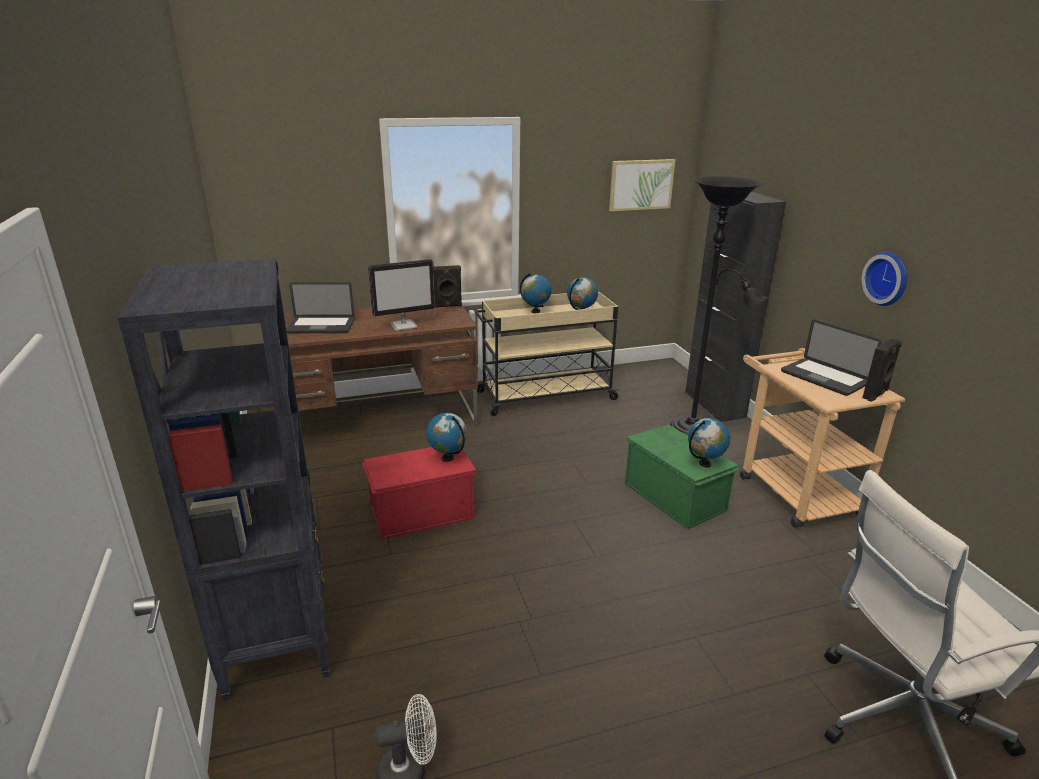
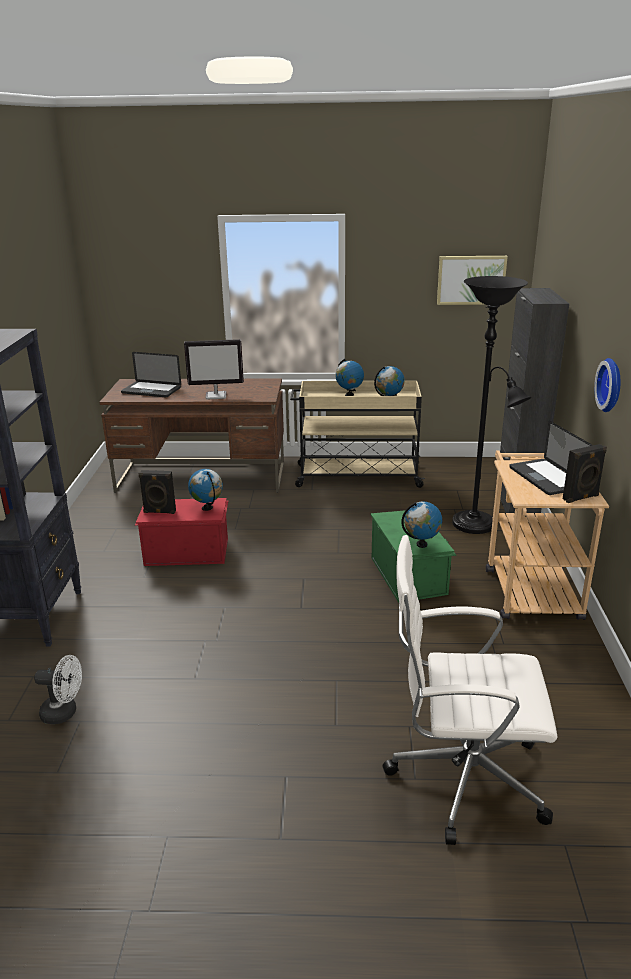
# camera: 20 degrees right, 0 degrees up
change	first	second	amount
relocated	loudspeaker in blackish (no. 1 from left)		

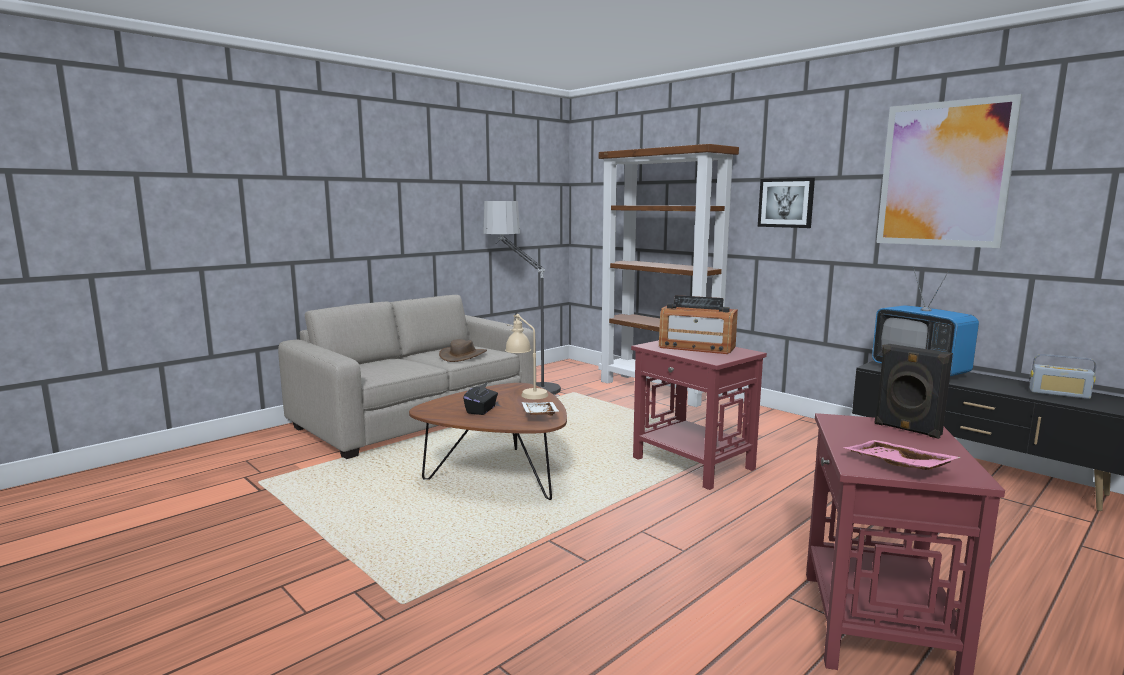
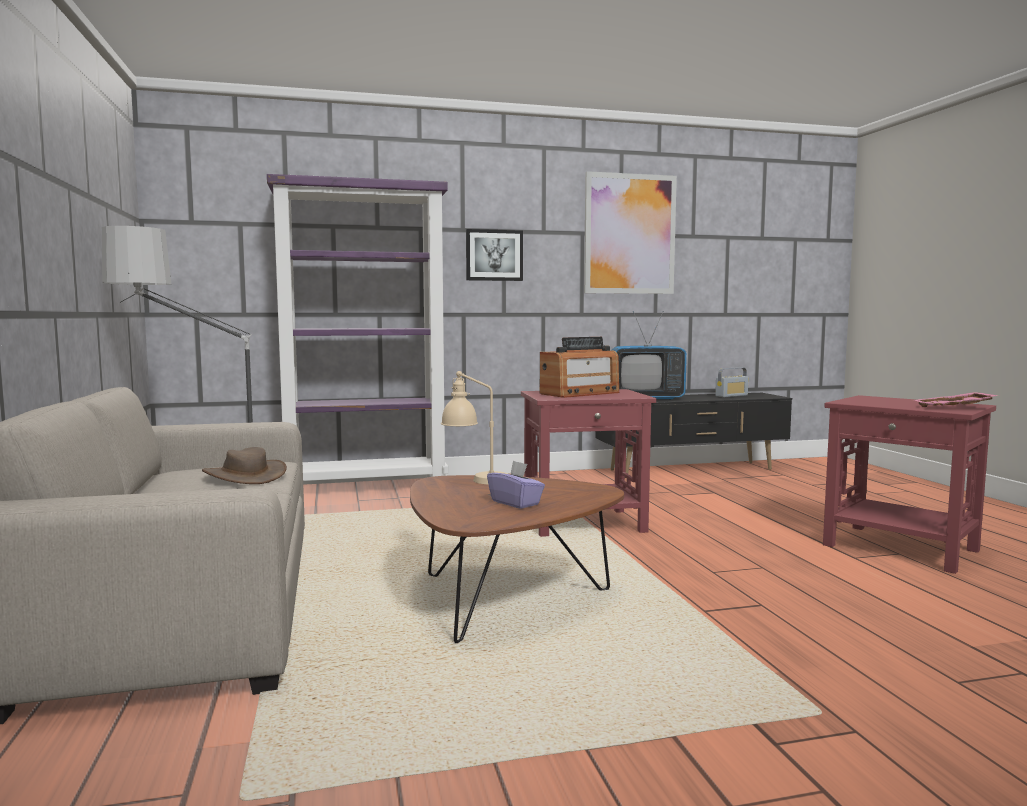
# camera: 60 degrees left, 5 degrees down
change	first	second	amount
missing	serving tray in white		
missing	loudspeaker in blackish		
colour	tissue box in blackish	tissue box in purple-coloured	
colour	bookcase in brown	bookcase in purple-coloured	

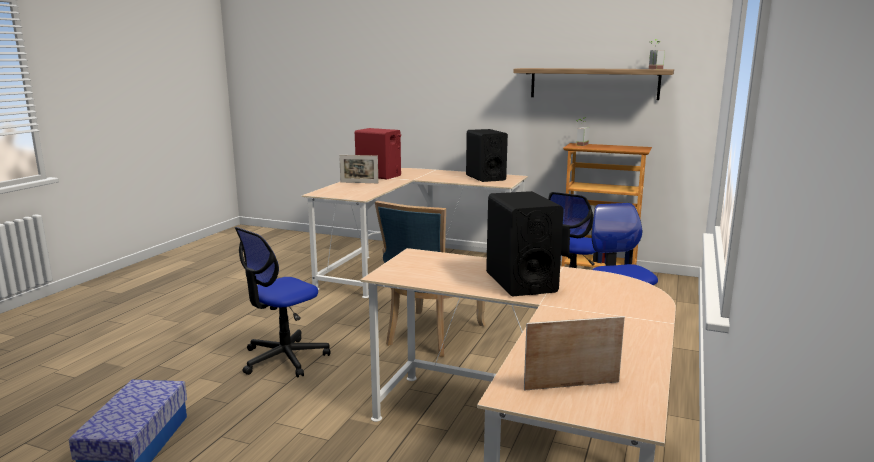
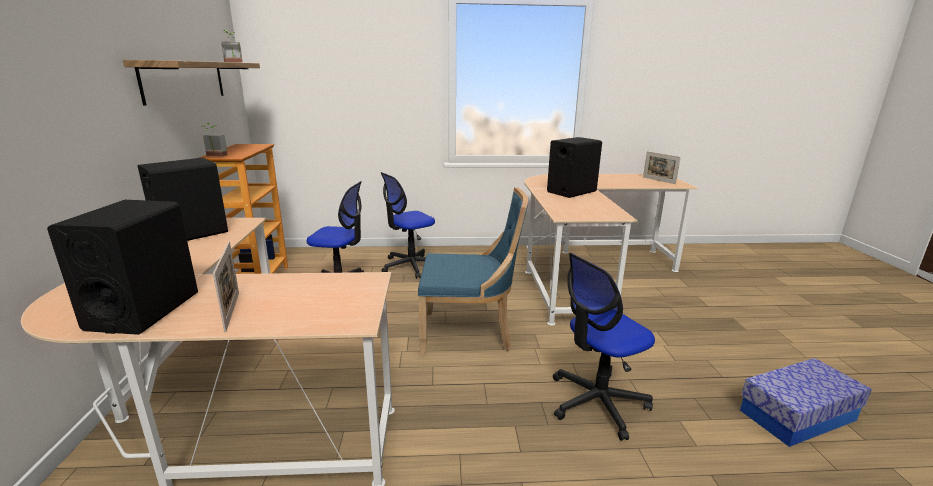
# camera: 115 degrees left, 5 degrees up
change	first	second	amount
colour	loudspeaker in red	loudspeaker in blackish (no. 1 from left)	
spun	desk chair (no. 1 from left in the first image)	desk chair (no. 3 from left)	135 degrees clockwise

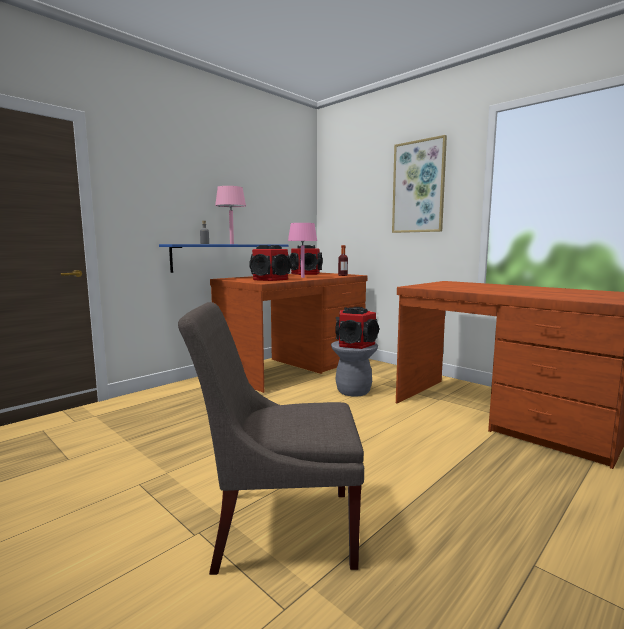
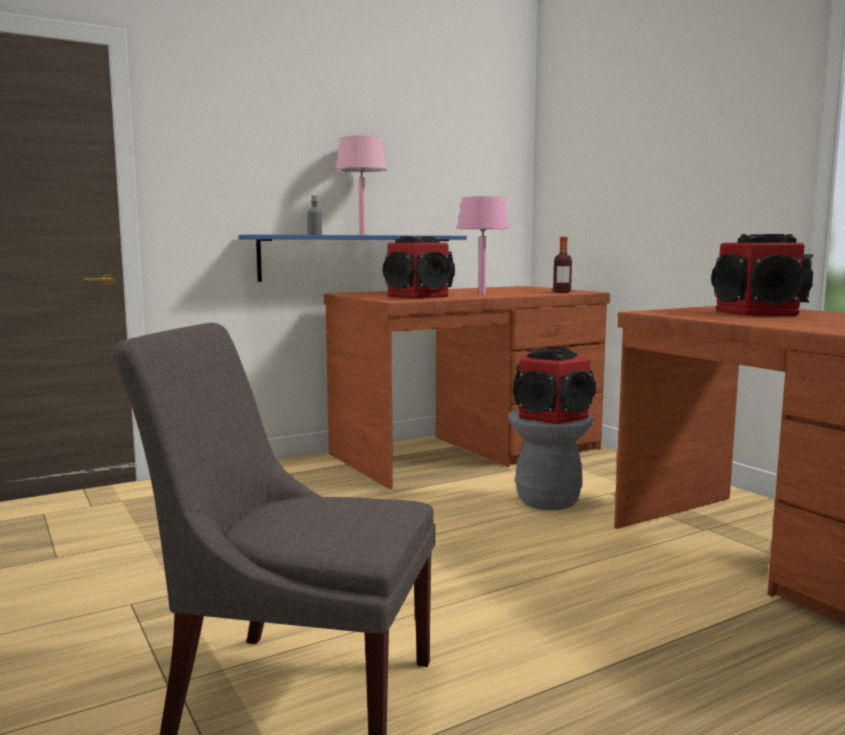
# camera: 15 degrees right, 0 degrees up
change	first	second	amount
missing	wall picture		
relocated	loudspeaker (no. 2 from left in the first image)	loudspeaker (no. 3 from left)	

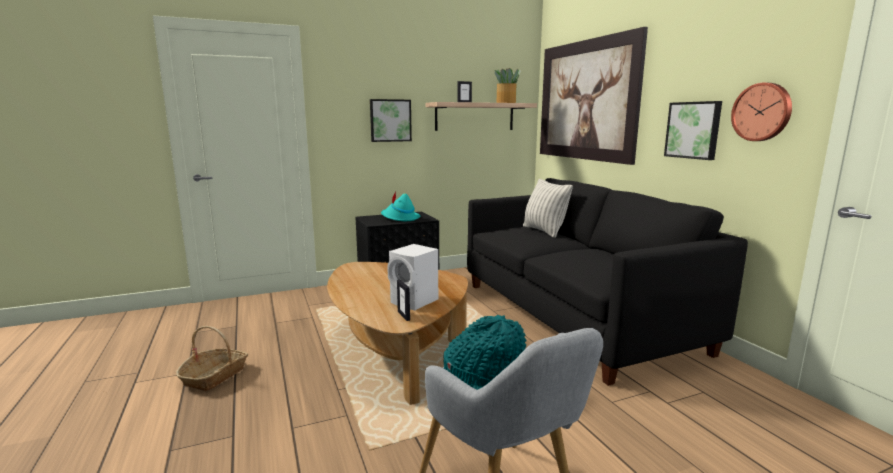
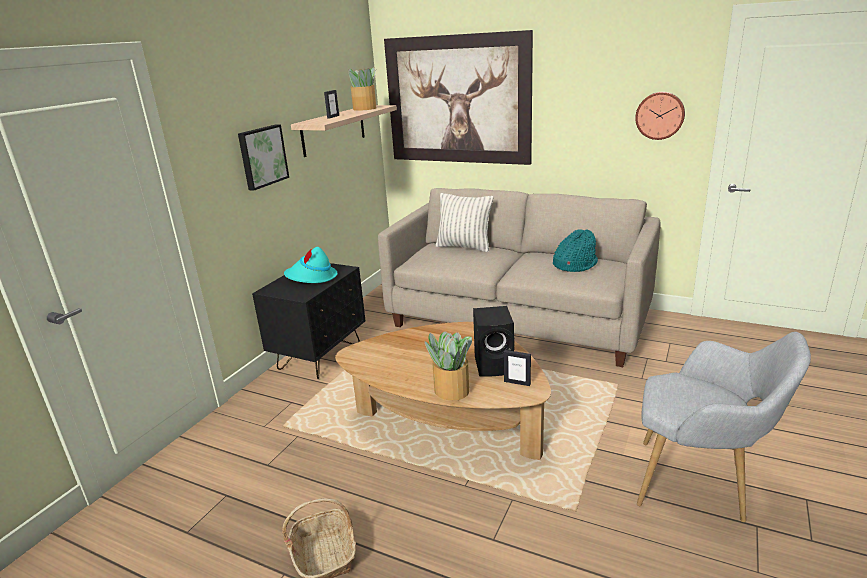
# camera: 40 degrees left, 10 degrees up
change	first	second	amount
missing	wall picture (no. 3 from left)		
appeared		potted plant (no. 2 from left)	
relocated	wearable hat in turquoise-coloured (no. 2 from left)		
colour	loudspeaker in white	loudspeaker in blackish	
colour	couch in blackish	couch in beige-coloured	

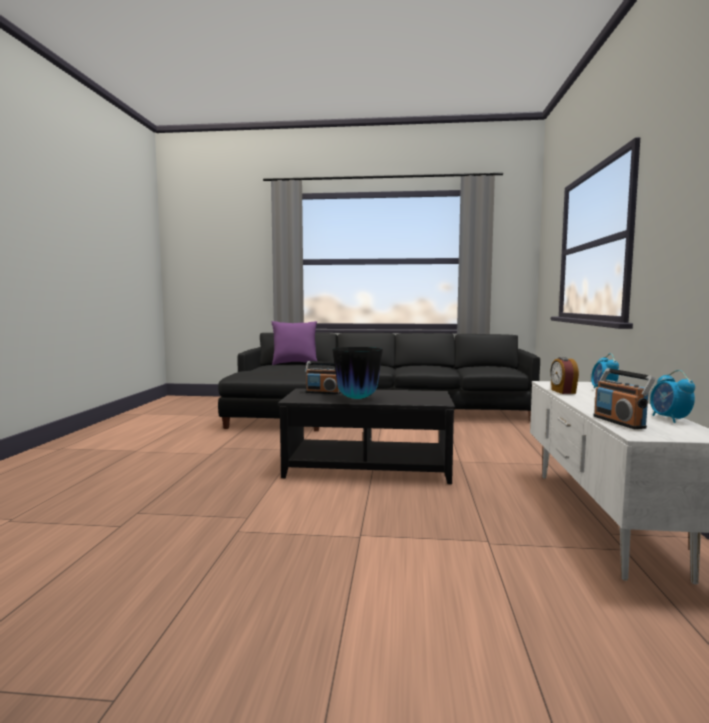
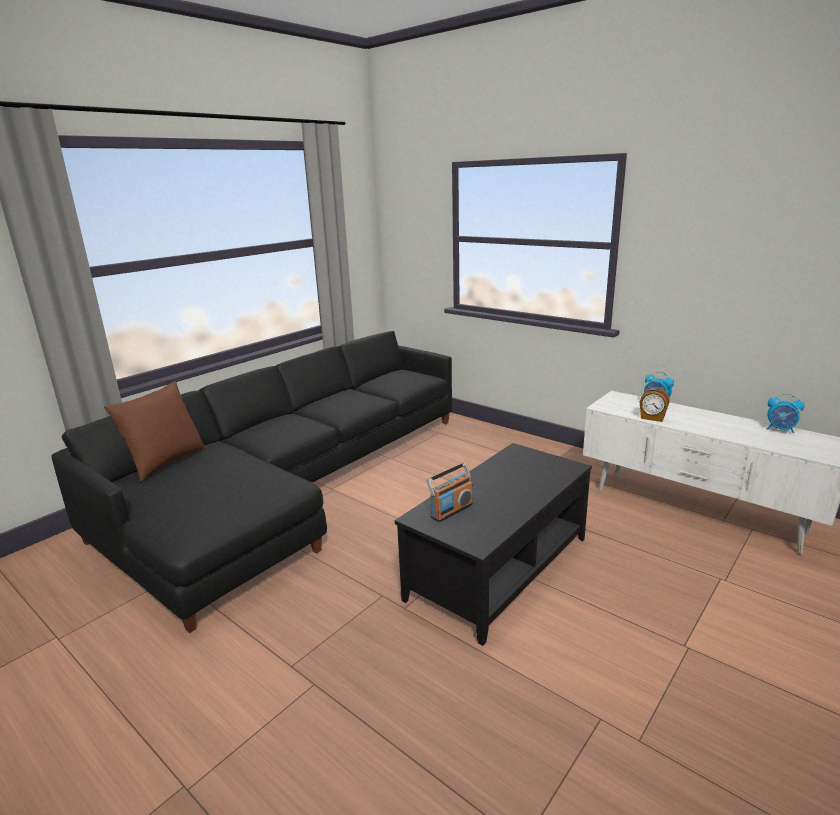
# camera: 55 degrees left, 15 degrees up
change	first	second	amount
missing	flower vase		
missing	radio receiver (no. 2 from left)		
colour	pillow in purple-coloured	pillow in brown	

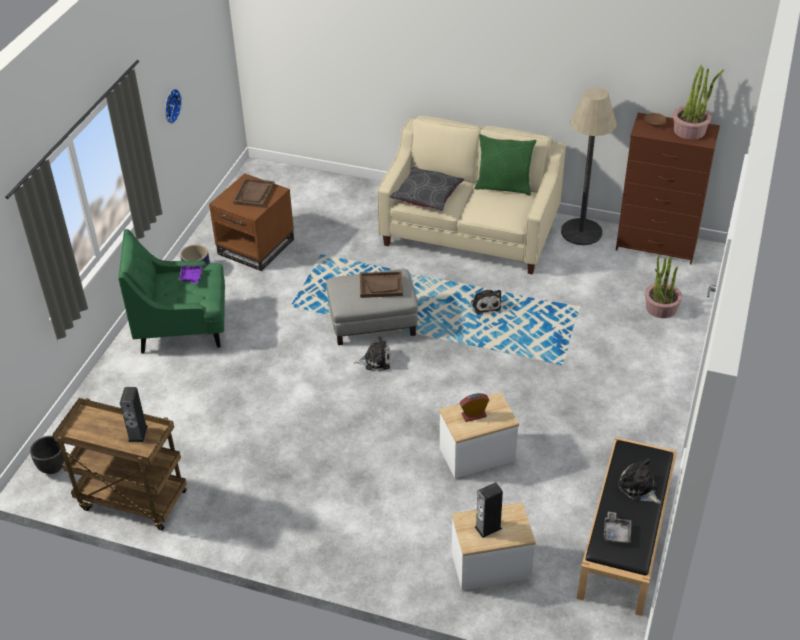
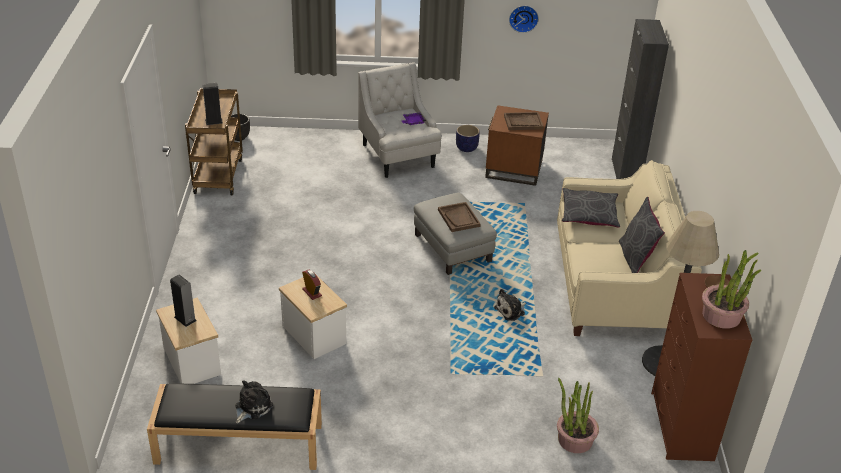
# camera: 70 degrees right, 5 degrees down
change	first	second	amount
missing	soft toy (no. 1 from left)		
missing	serving tray in grey		
appeared		storage cabinet in blackish	
colour	lounge chair in green	lounge chair in white	
colour	pillow in green	pillow in grey (no. 2 from left)	

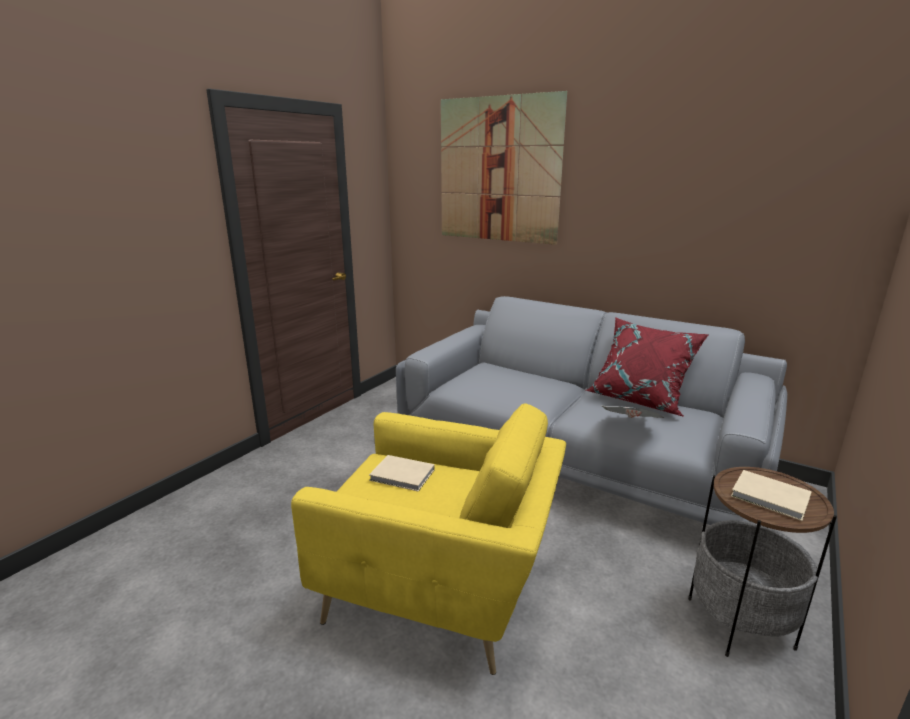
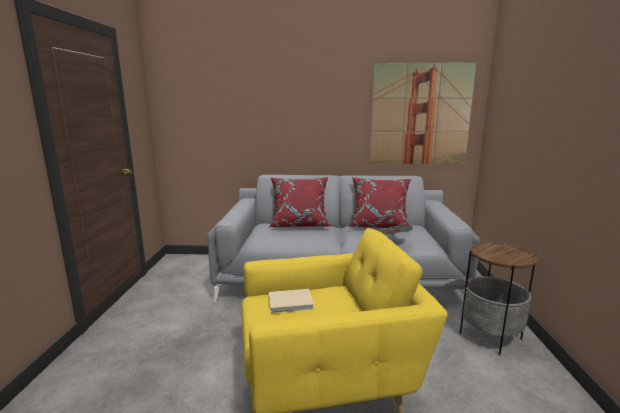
# camera: 30 degrees left, 5 degrees down
change	first	second	amount
missing	bound book in beige-coloured (no. 2 from left)		
appeared		pillow in red (no. 1 from left)	
relocated	wall picture		

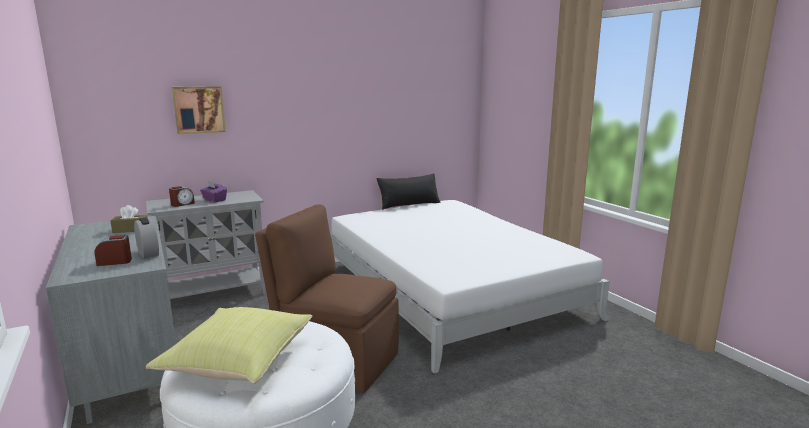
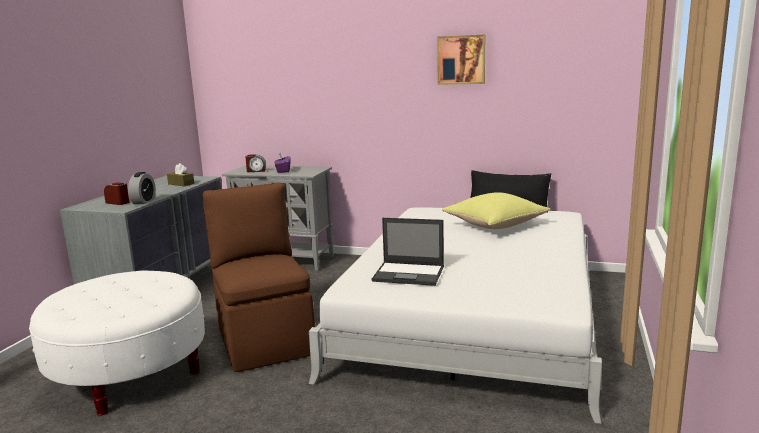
# camera: 45 degrees right, 0 degrees up
change	first	second	amount
appeared		laptop	
relocated	pillow in yellow		
relocated	wall picture		

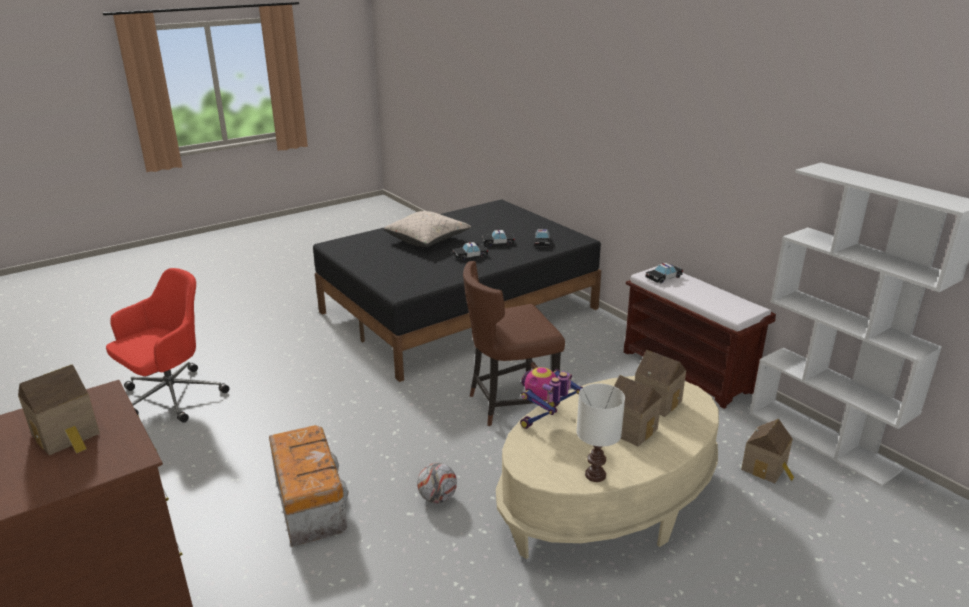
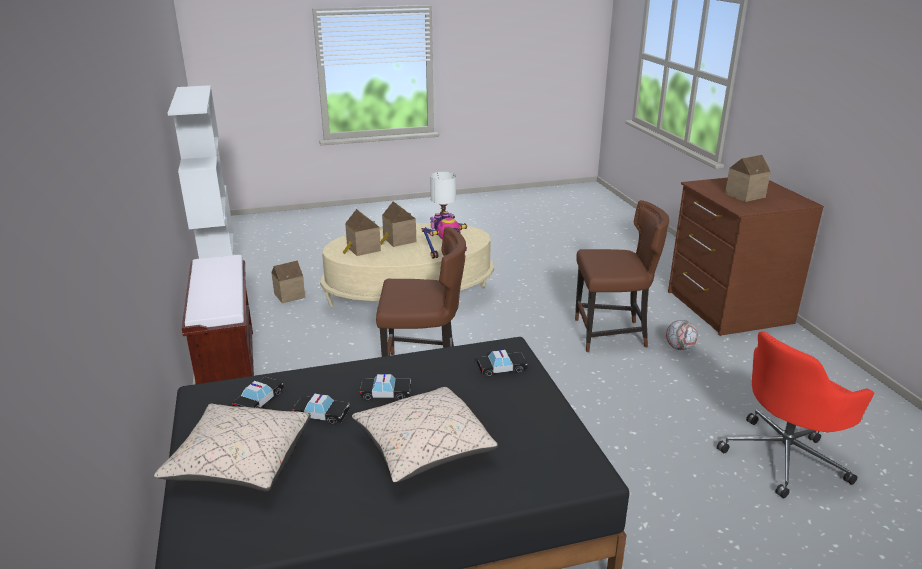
# camera: 160 degrees left, 0 degrees up
change	first	second	amount
appeared		pillow in beige-coloured (no. 1 from left)	
relocated	ball for football		
relocated	model car (no. 4 from left)		
exchanged	storage bin	chair in brown (no. 2 from left)	

